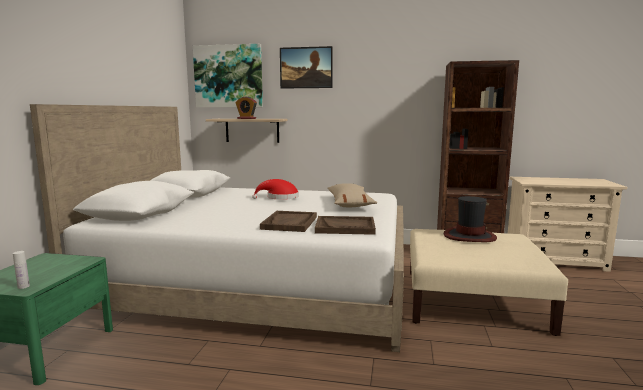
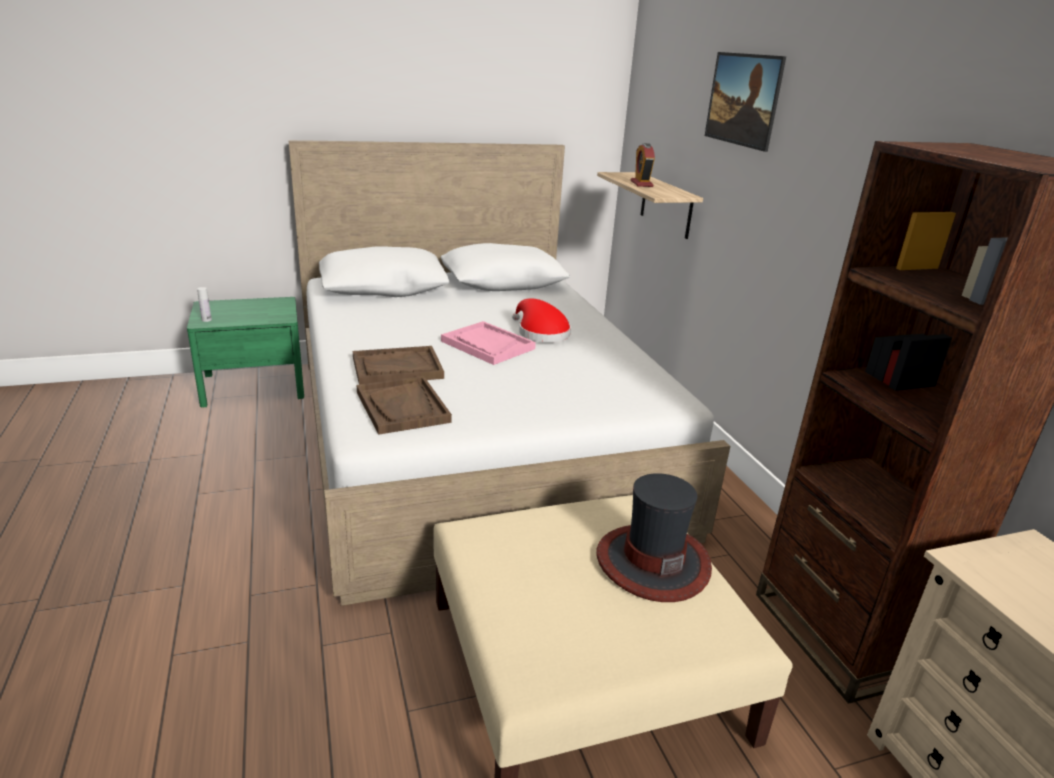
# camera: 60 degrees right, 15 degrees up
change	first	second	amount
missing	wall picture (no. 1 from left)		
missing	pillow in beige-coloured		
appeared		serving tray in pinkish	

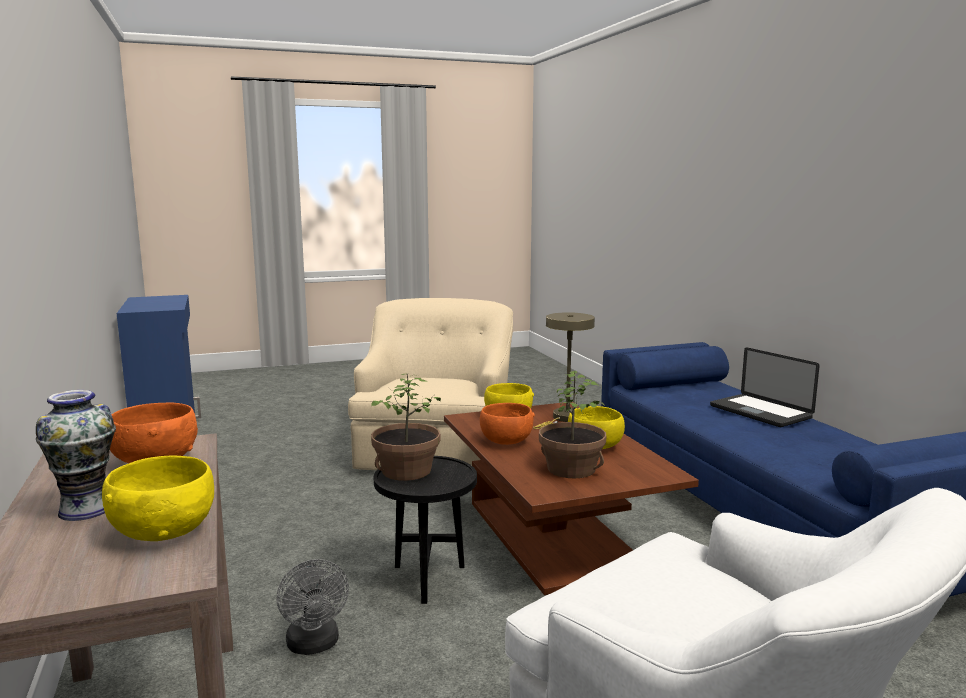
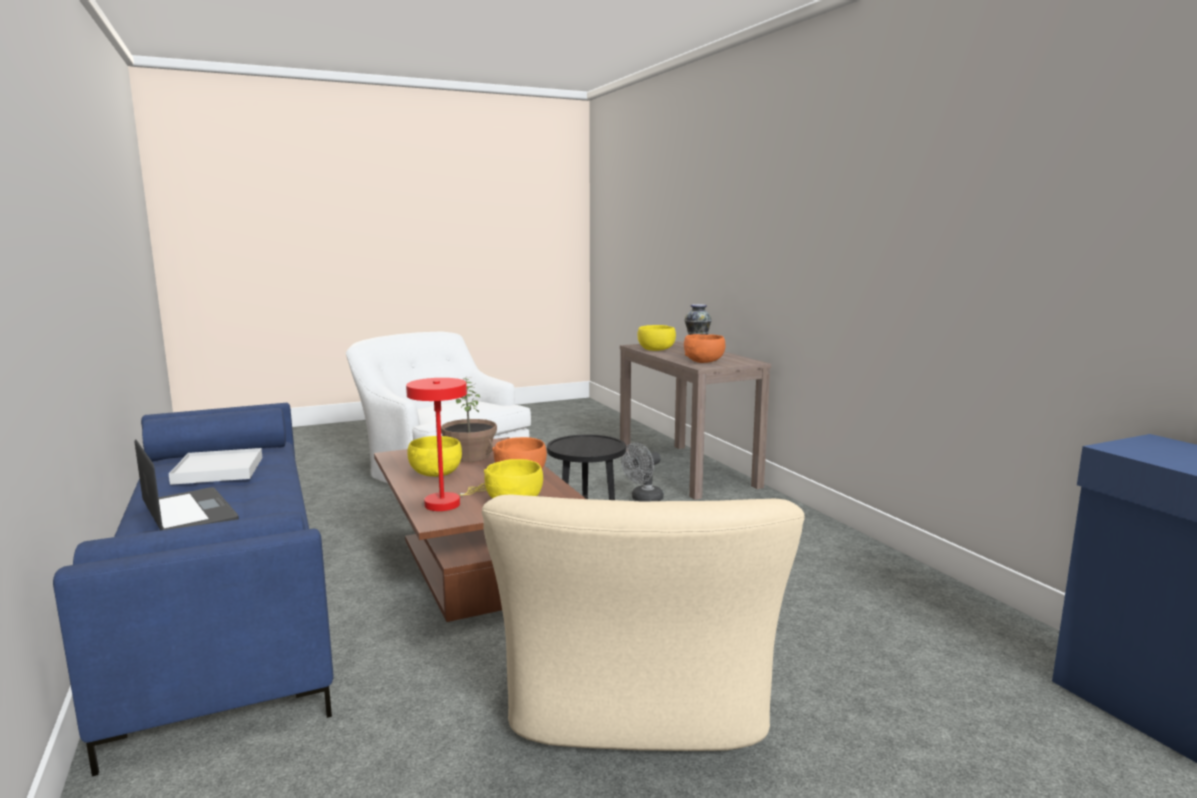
# camera: 175 degrees right, 0 degrees up
change	first	second	amount
missing	potted plant (no. 1 from left)		
appeared		serving tray in white	
colour	lamp for a table in beige-coloured	lamp for a table in red	
spun	electric fan in grey		105 degrees counterclockwise

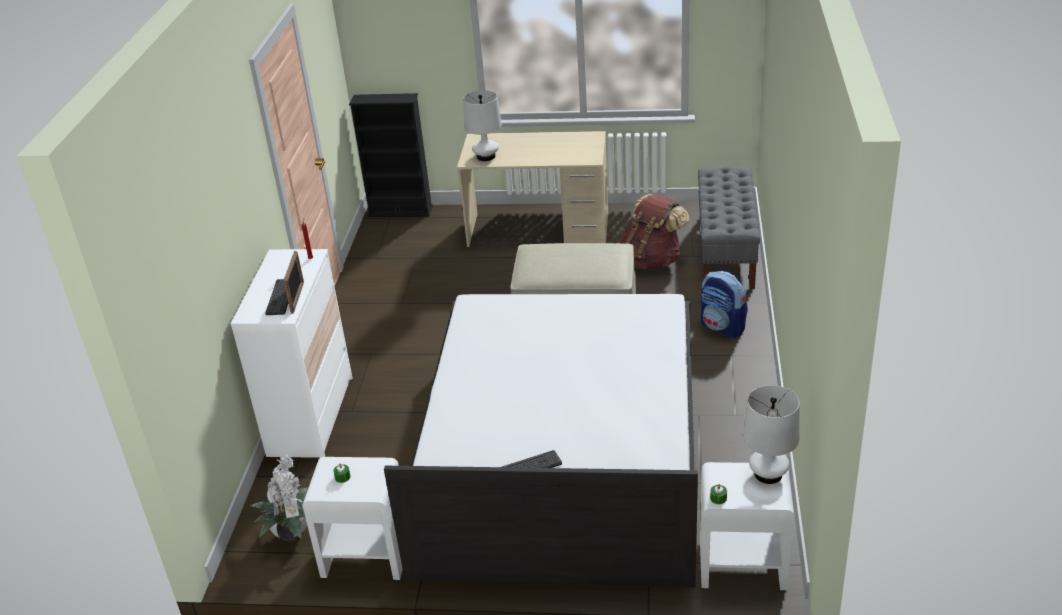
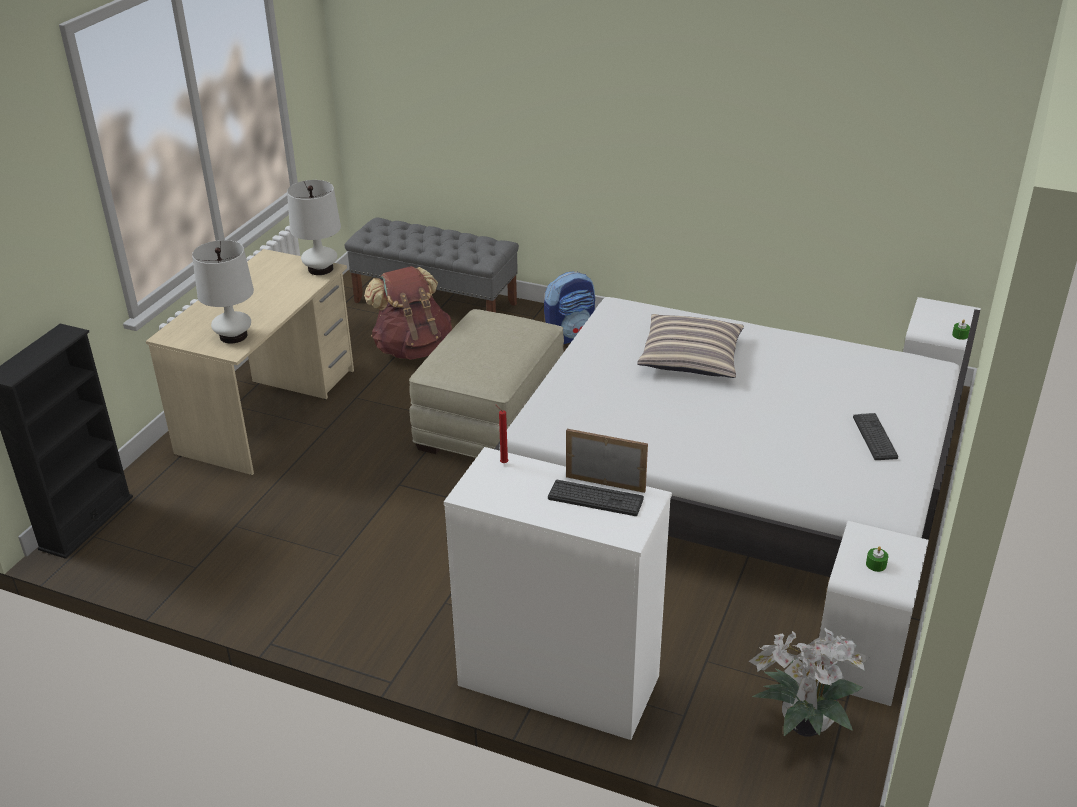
# camera: 75 degrees left, 0 degrees up
change	first	second	amount
appeared		pillow	
relocated	lamp for a table in white (no. 2 from left)		

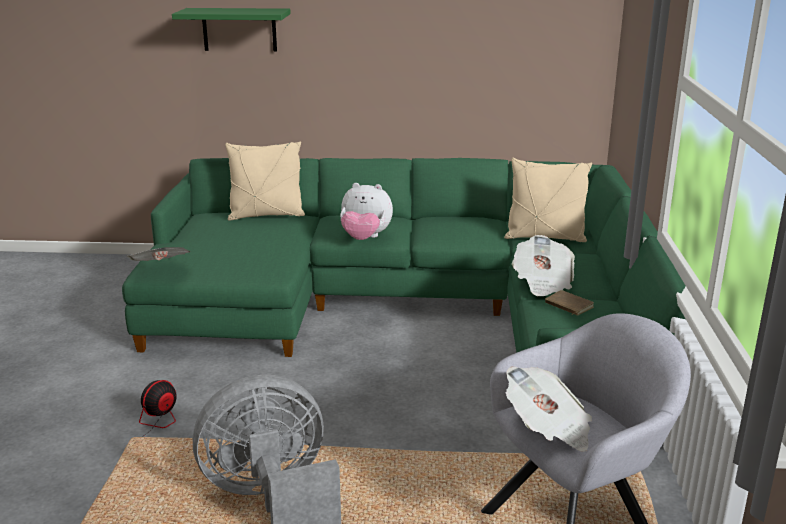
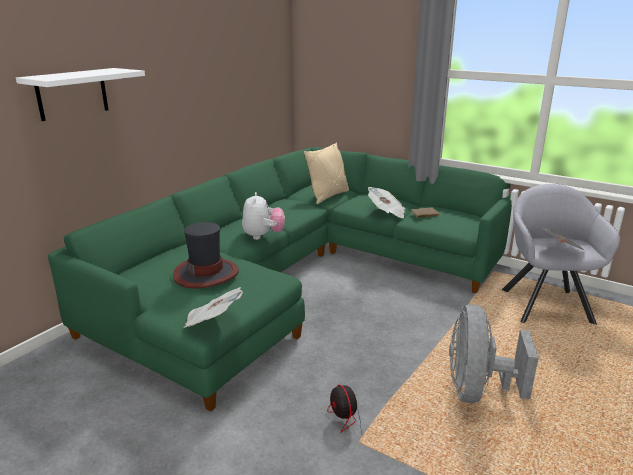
# camera: 60 degrees left, 0 degrees up
change	first	second	amount
missing	pillow in beige-coloured (no. 1 from left)		
appeared		wearable hat	
colour	wall shelf in green	wall shelf in white	
spun	soft toy		45 degrees counterclockwise

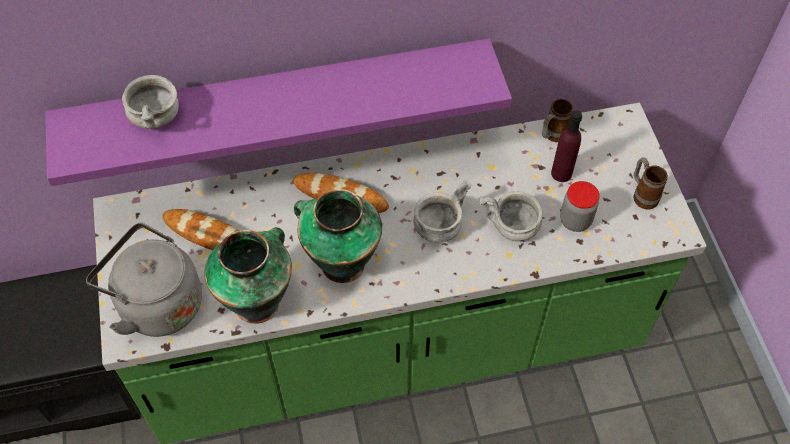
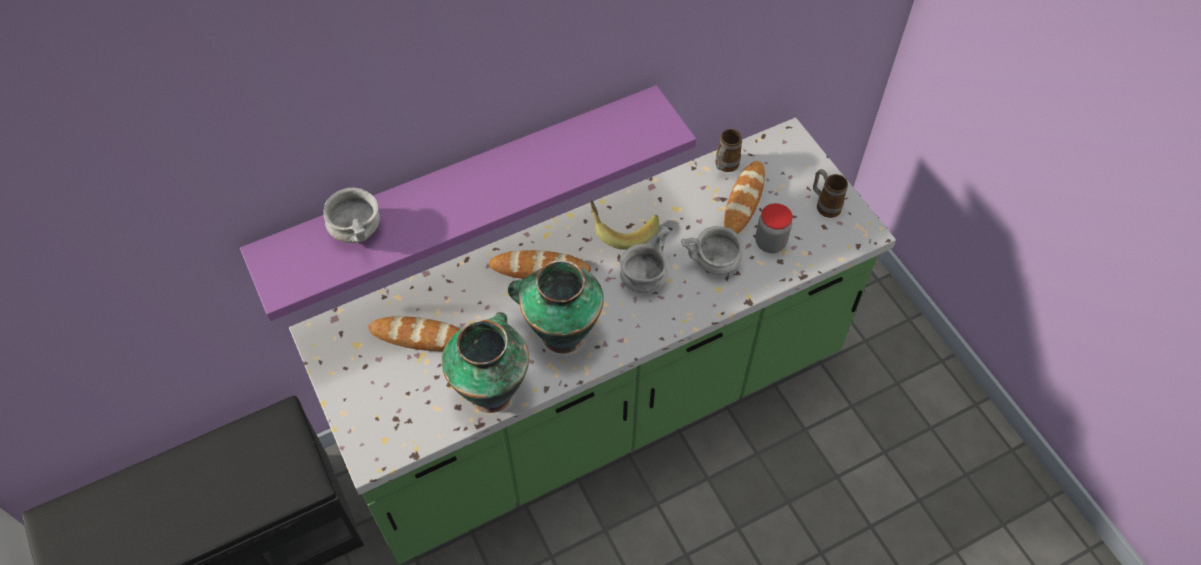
# camera: 15 degrees left, 0 degrees up
change	first	second	amount
missing	tea kettle in grey		
appeared		whole banana	
exchanged	beverage bottle in purple-coloured	bakery bread (no. 3 from left)	

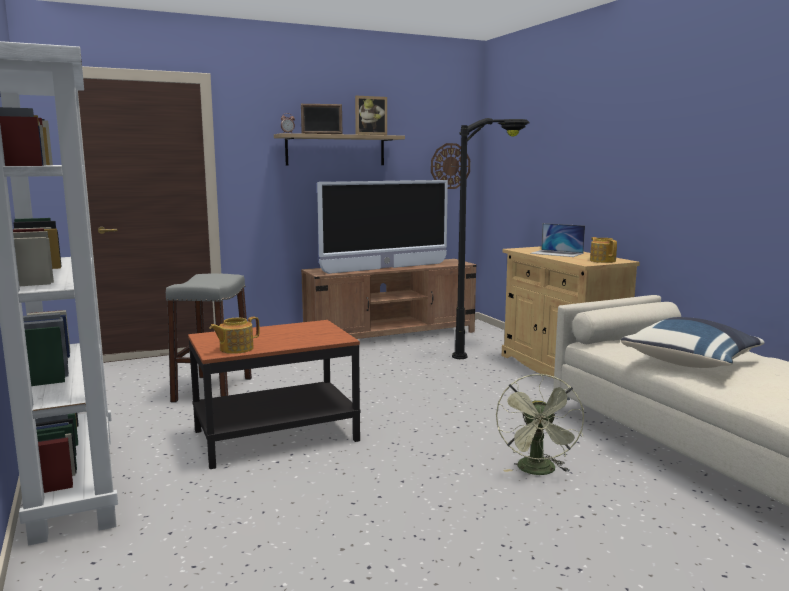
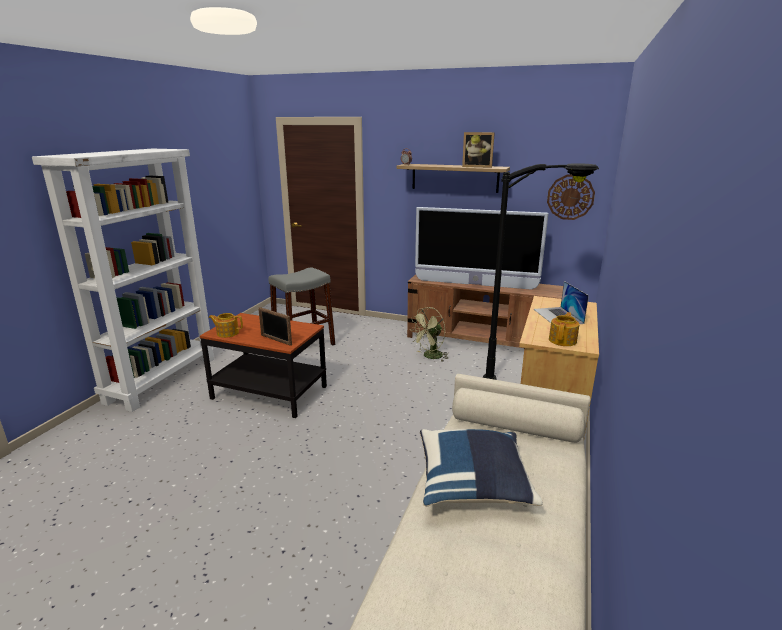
# camera: 45 degrees right, 10 degrees up
change	first	second	amount
relocated	standing frame (no. 1 from left)		
relocated	electric fan in green		

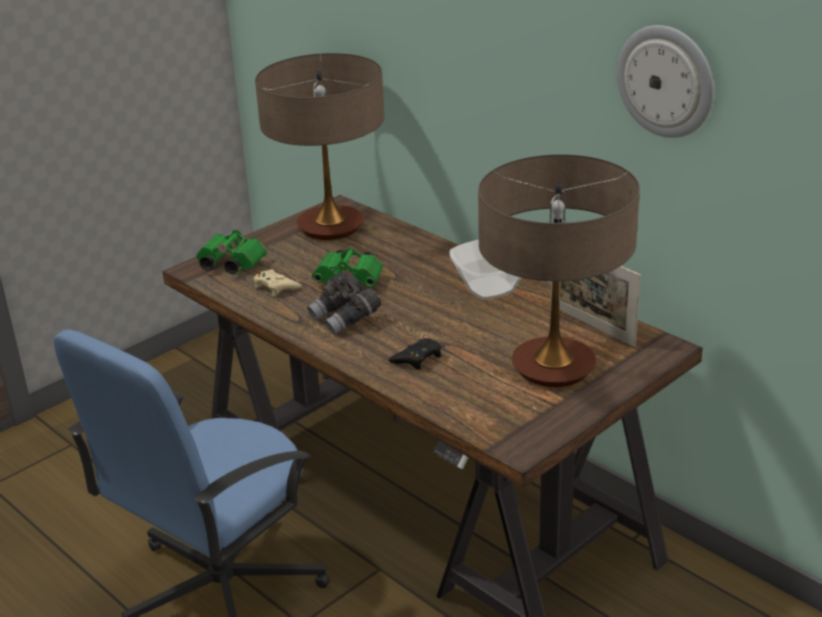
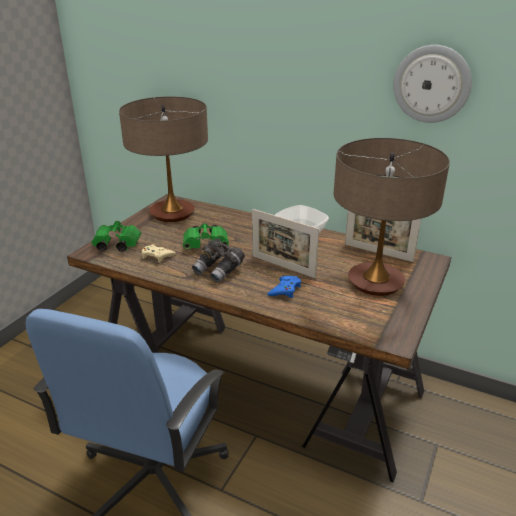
# camera: 20 degrees left, 0 degrees up
change	first	second	amount
appeared		standing frame (no. 1 from left)	
colour	gamepad in blackish	gamepad in blue	

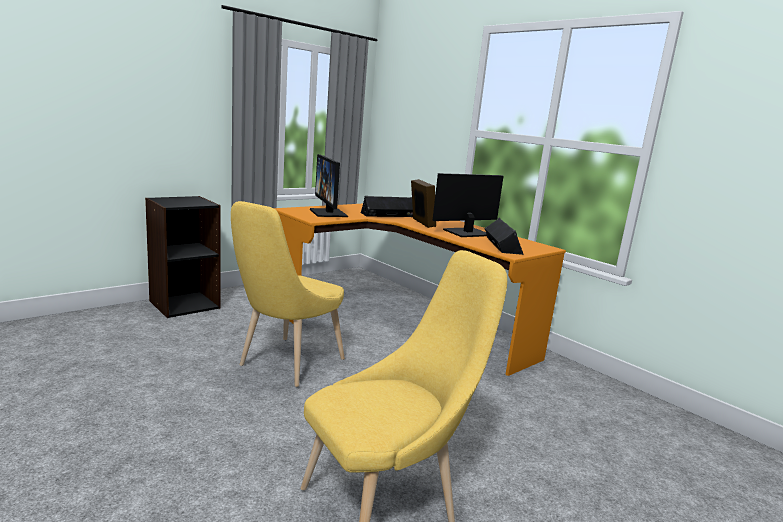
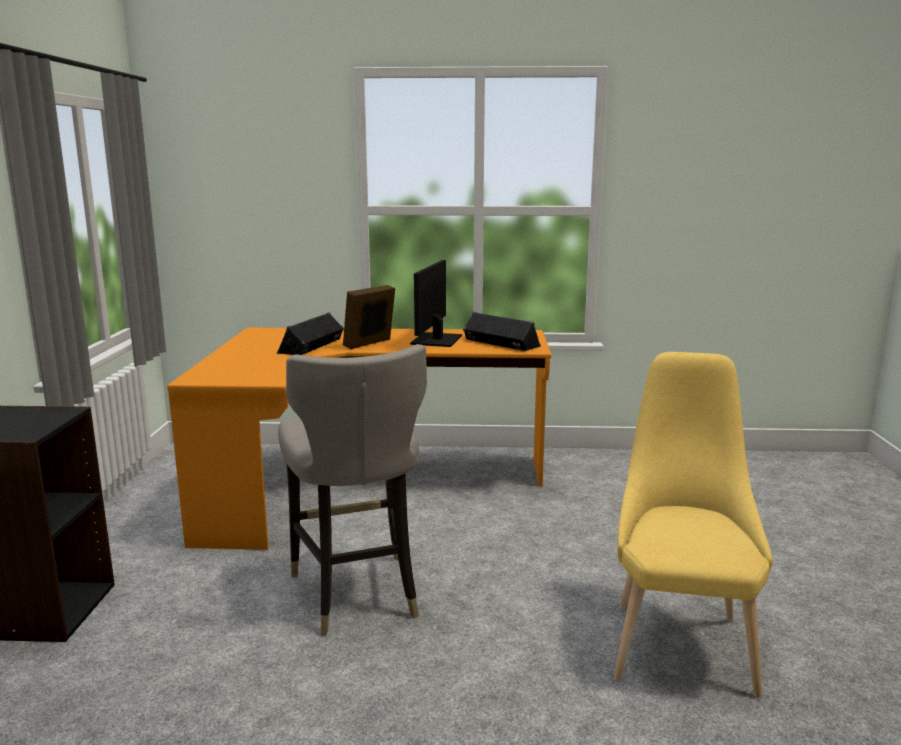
# camera: 45 degrees left, 0 degrees up
change	first	second	amount
missing	computer screen (no. 1 from left)		
exchanged	chair in yellow (no. 1 from left)	stool in grey	
spun	standing frame		75 degrees counterclockwise

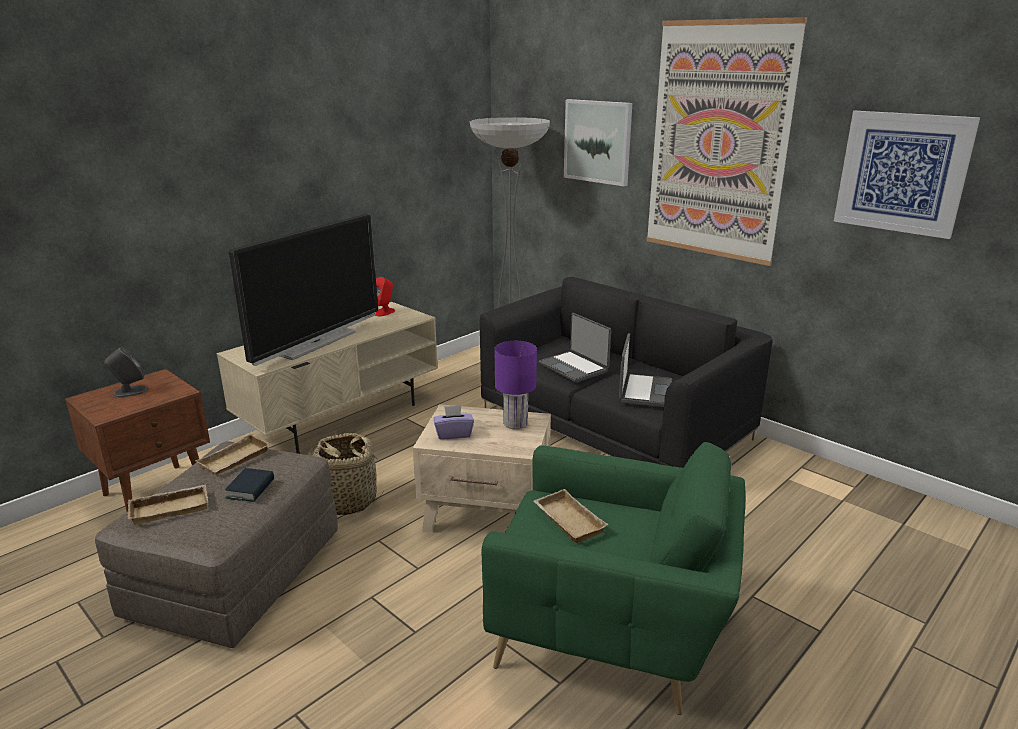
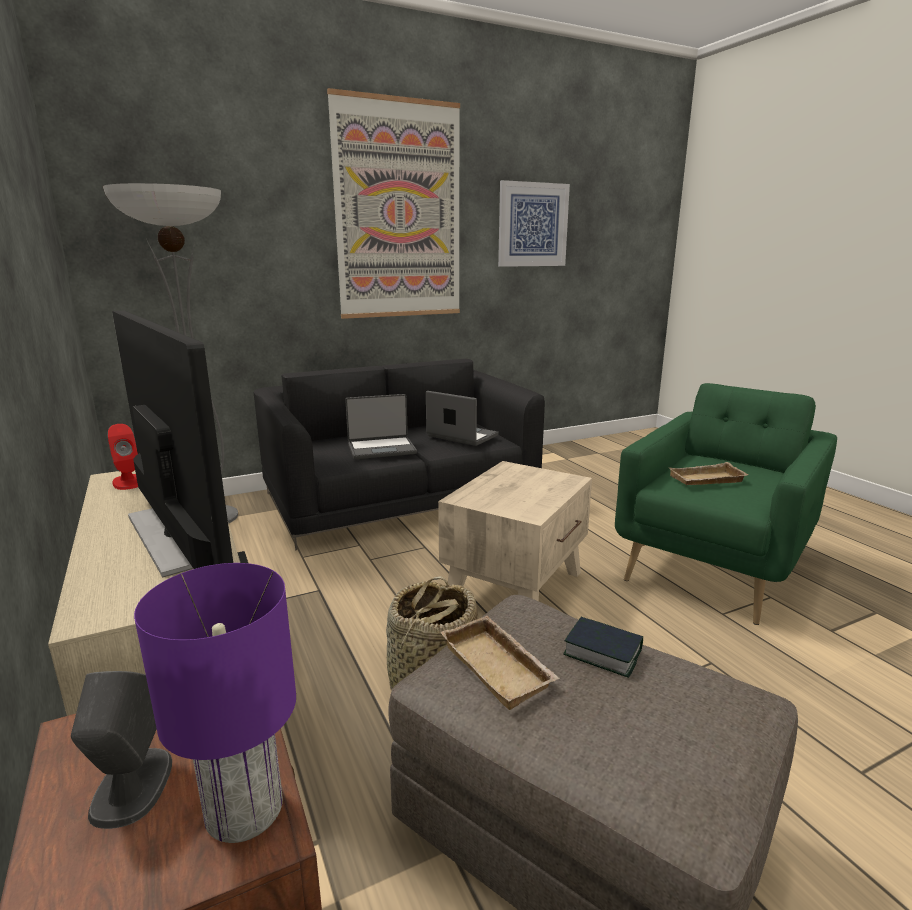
# camera: 70 degrees left, 5 degrees down
change	first	second	amount
missing	serving tray in beige-coloured (no. 1 from left)		
missing	tissue box in purple-coloured		
missing	wall picture (no. 1 from left)		
relocated	lamp for a table in purple-coloured		

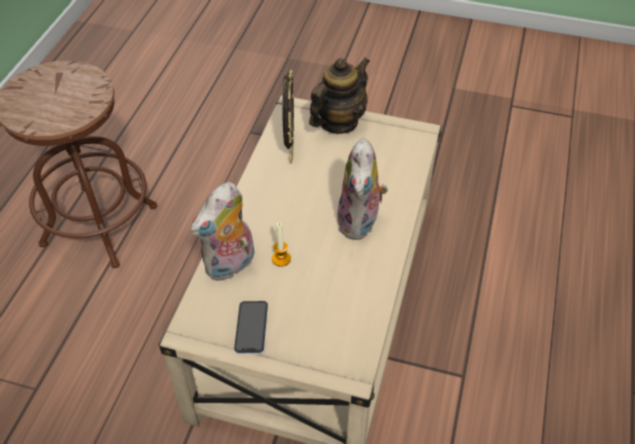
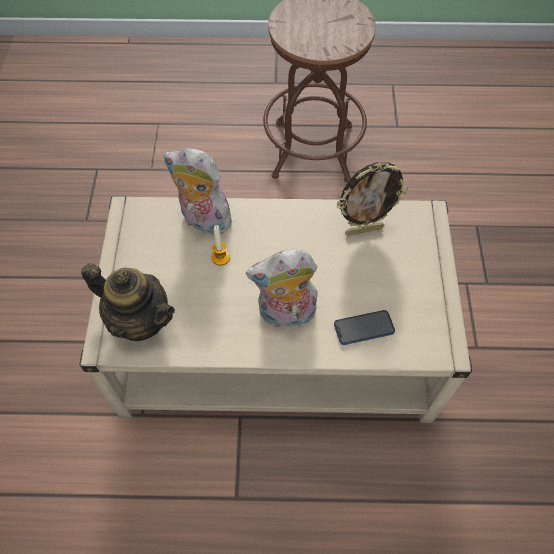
# camera: 75 degrees right, 10 degrees up
change	first	second	amount
relocated	handset		
relocated	teapot		

